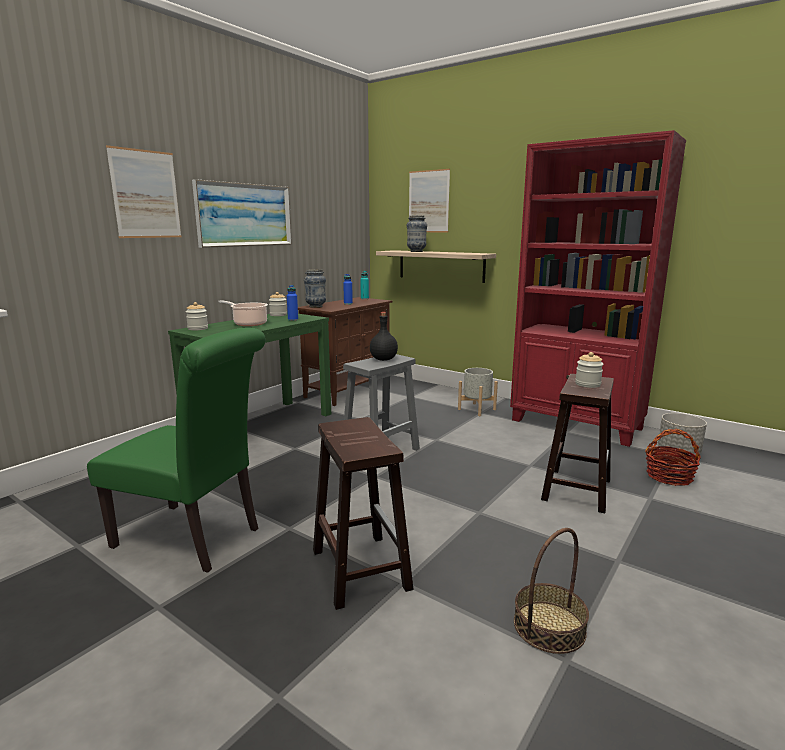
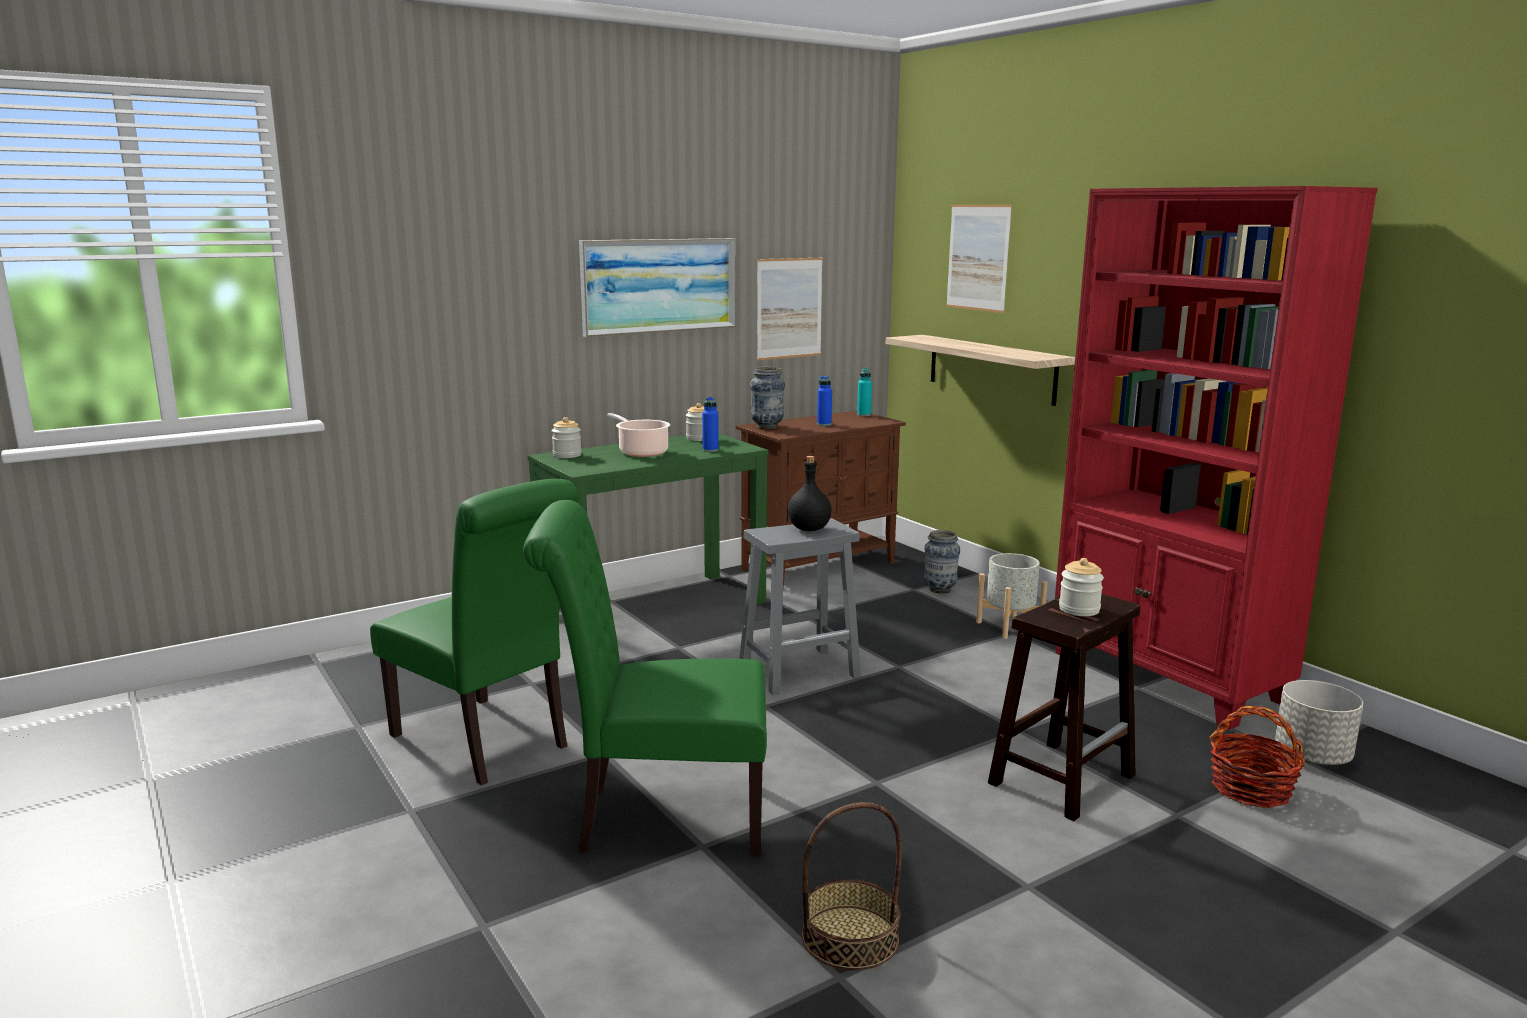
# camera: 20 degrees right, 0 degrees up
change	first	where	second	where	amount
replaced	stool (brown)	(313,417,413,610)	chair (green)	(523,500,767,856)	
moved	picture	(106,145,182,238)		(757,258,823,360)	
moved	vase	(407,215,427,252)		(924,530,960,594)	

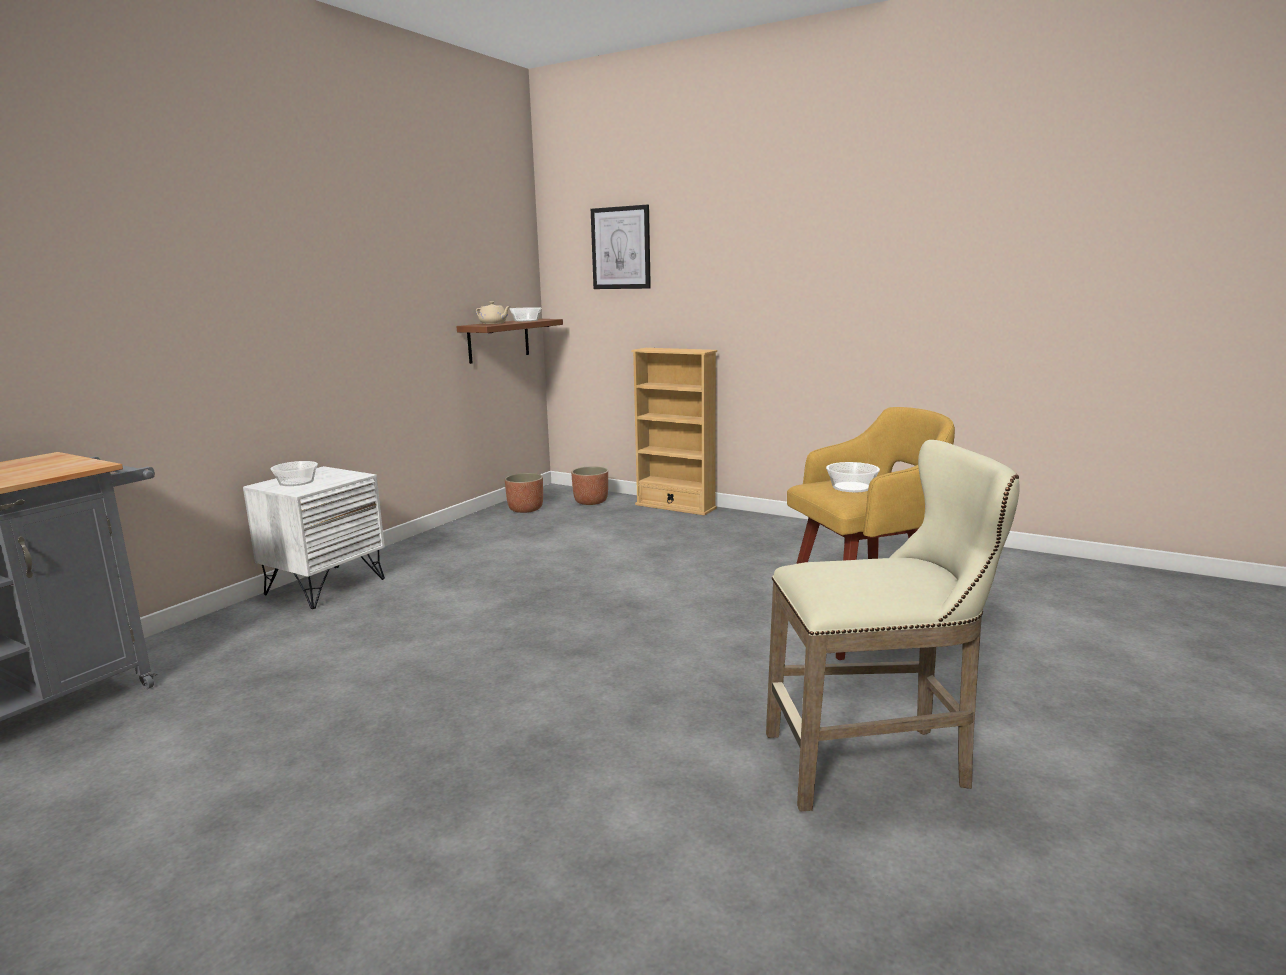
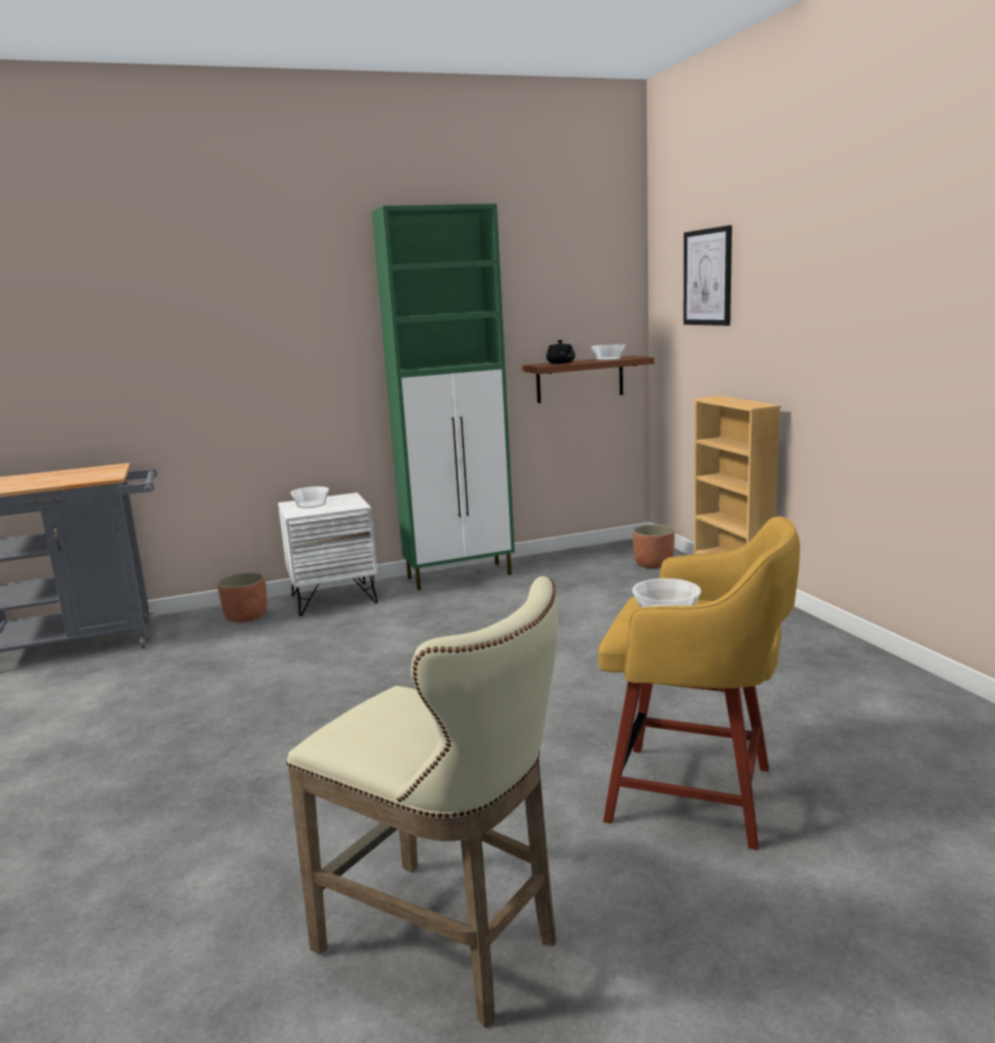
# camera: 40 degrees right, 0 degrees up
change	first	where	second	where	amount
moved	planter	(505,473,543,513)		(217,572,267,623)	
added			cabinet (green)	(372,204,515,590)	
recoloured	teapot (beige)	(476,301,511,324)	teapot (black)	(546,340,575,364)	

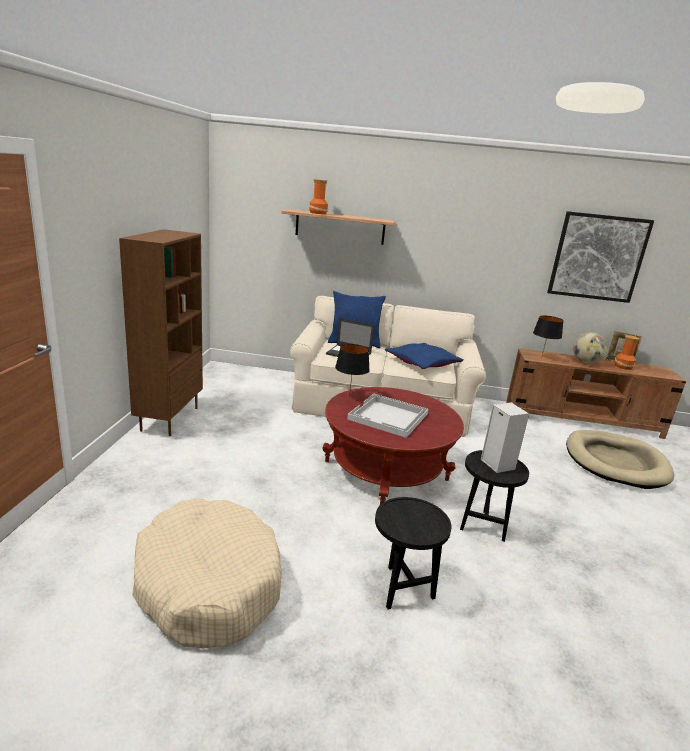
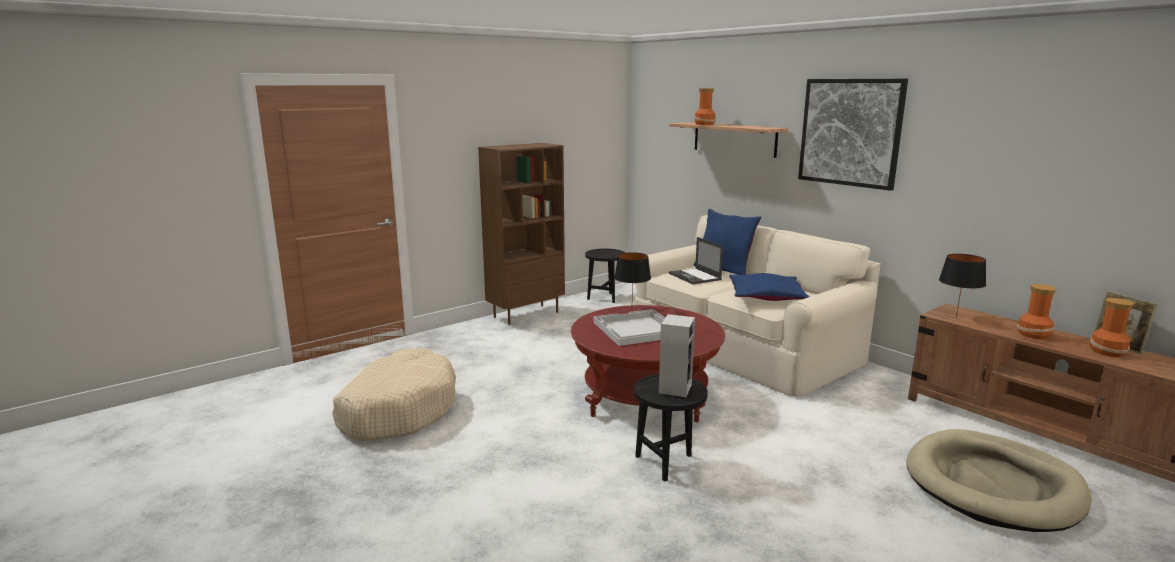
# camera: 45 degrees right, 5 degrees down
change	first	where	second	where	amount
moved	side table (black)	(375,497,452,609)		(585,249,625,303)	
moved	picture	(547,211,654,303)		(798,79,908,191)	
replaced	globe	(573,333,608,364)	vase	(1017,284,1056,339)	

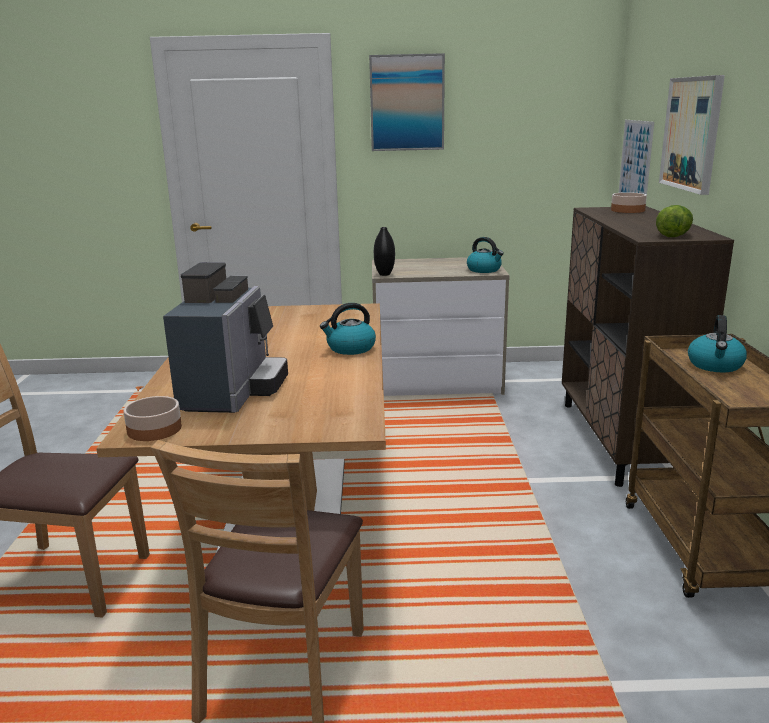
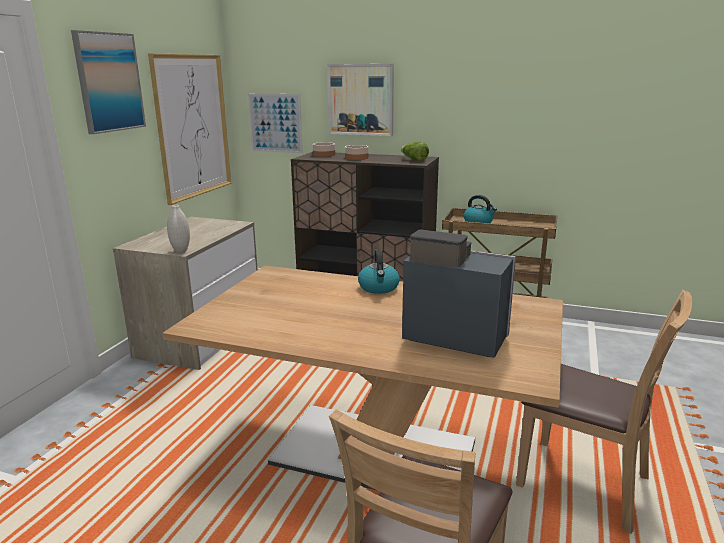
# camera: 70 degrees left, 0 degrees up
change	first	where	second	where	amount
added			picture	(148,53,231,205)	
recoloured	vase (black)	(374,227,395,276)	vase (white)	(167,205,190,253)	
moved	bowl	(123,396,182,441)		(345,145,369,160)	
removed	kettle	(467,237,504,273)			

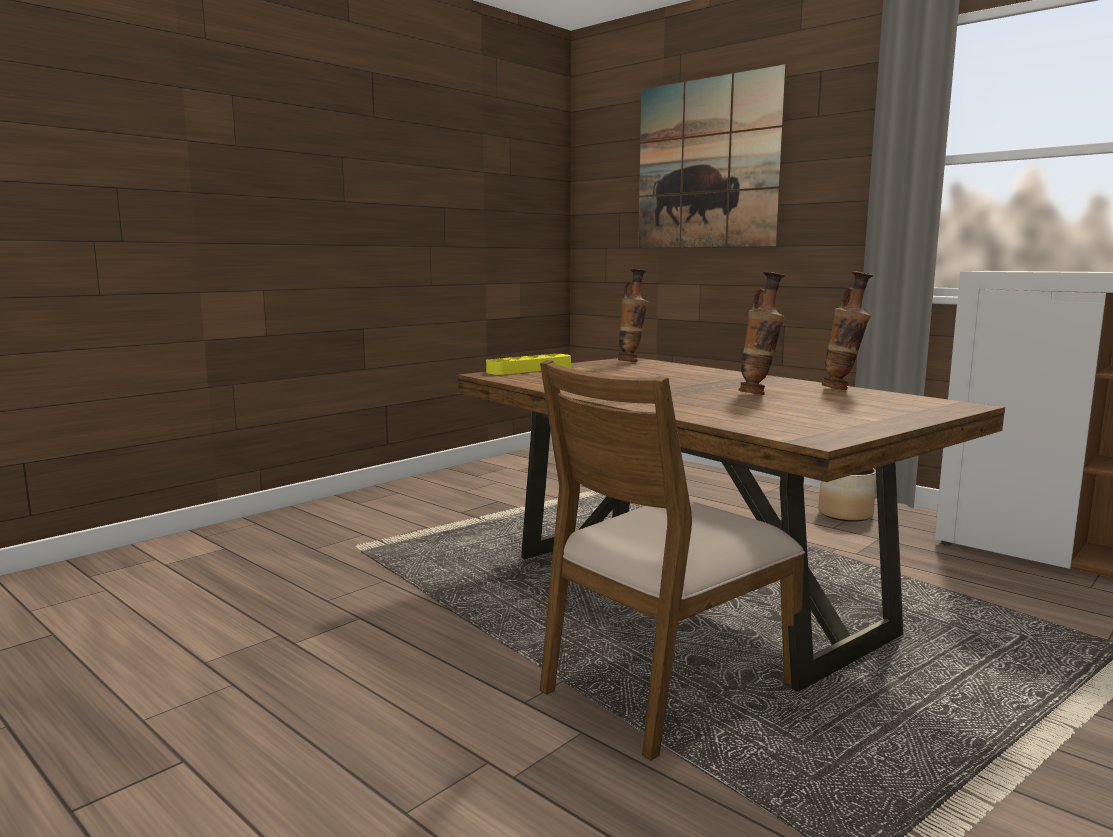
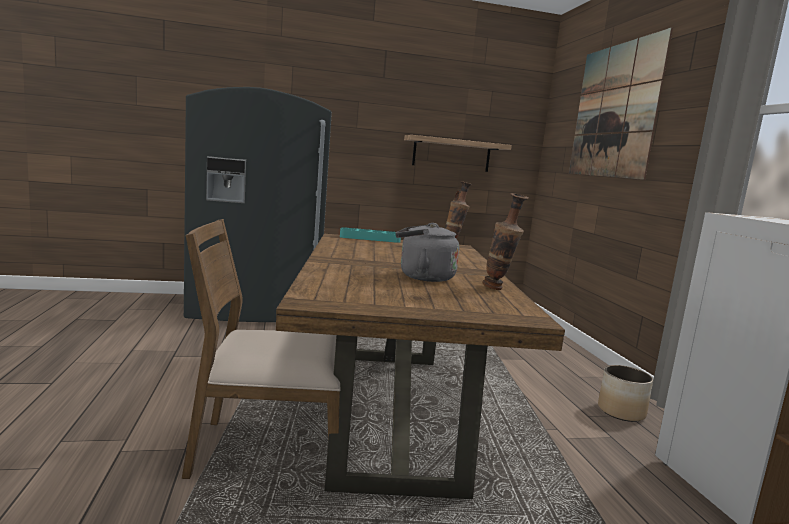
# camera: 35 degrees right, 0 degrees up
change	first	where	second	where	amount
added			fridge (grey)	(184,87,332,322)	
recoloured	tray (yellow)	(486,354,571,375)	tray (turquoise)	(340,227,401,243)	
replaced	vase	(739,272,785,395)	kettle (grey)	(396,223,459,282)	
added			shelf	(404,135,512,172)	

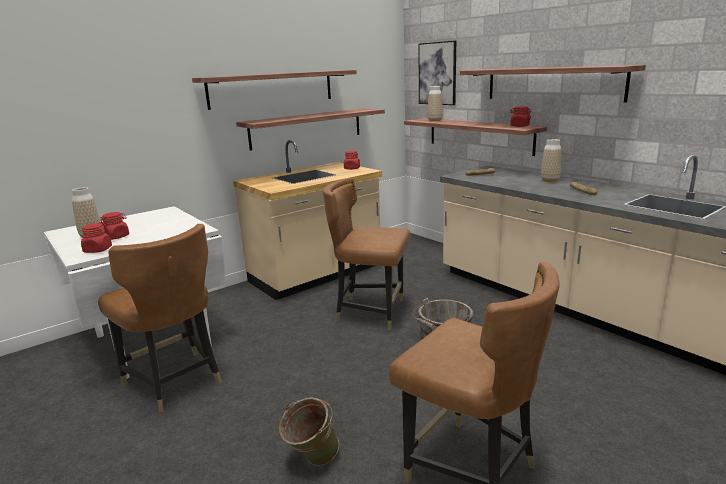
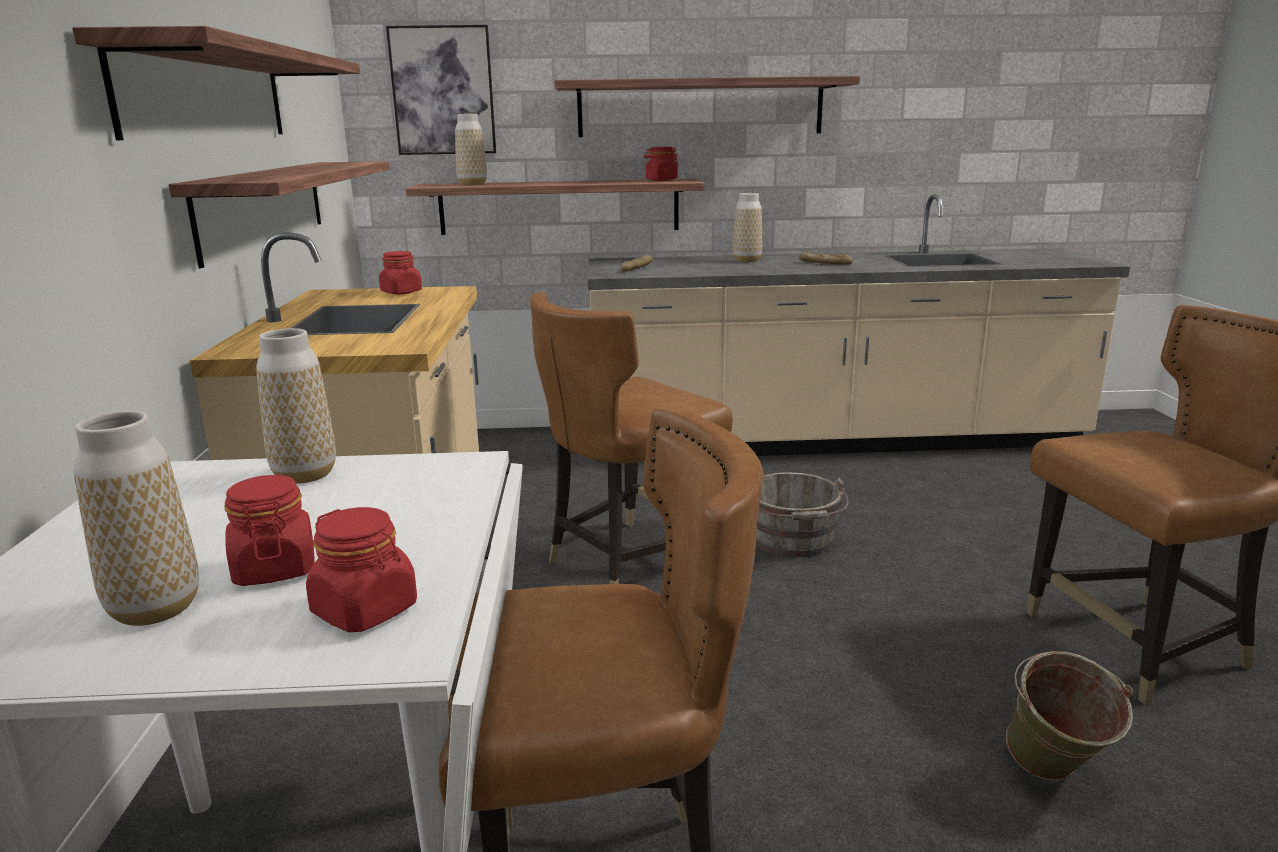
# camera: 55 degrees left, 0 degrees up
change	first	where	second	where	amount
added			vase	(256,328,336,484)	

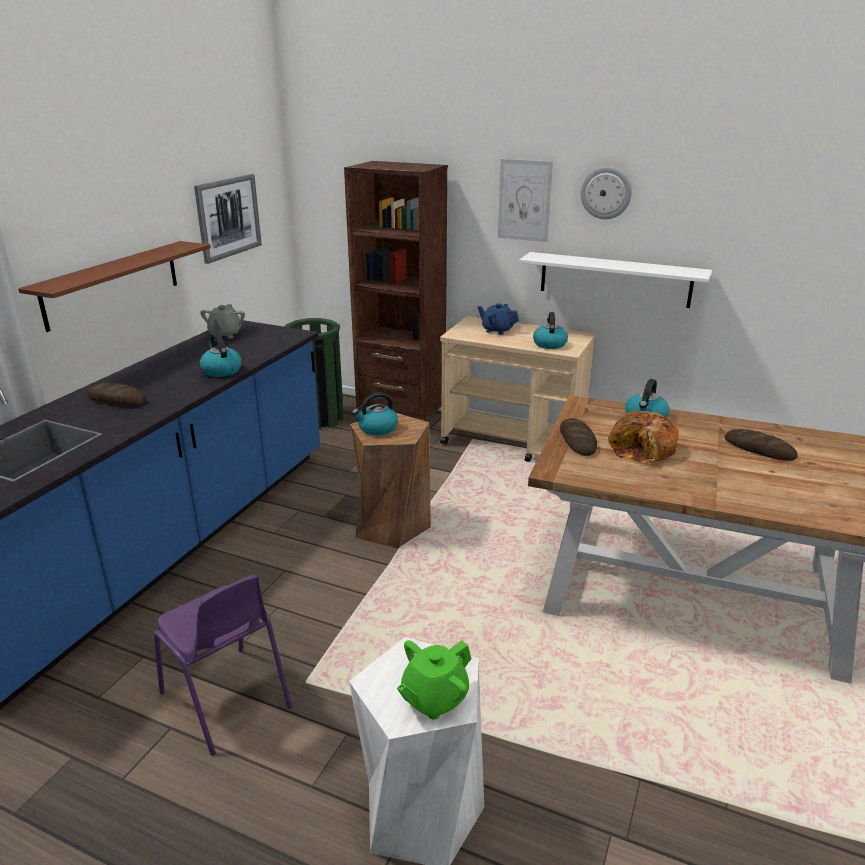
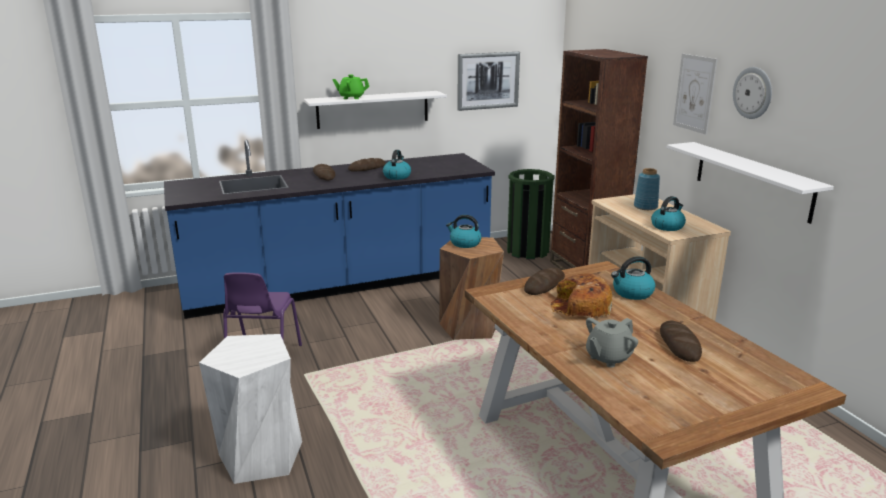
# camera: 45 degrees right, 5 degrees down
change	first	where	second	where	amount
recoloured	shelf (brown)	(18,241,211,332)	shelf (white)	(304,91,447,129)	
moved	teapot (green)	(397,640,472,720)		(332,74,369,99)	
added			bread	(348,158,386,172)	
moved	teapot (grey)	(200,304,245,338)		(586,318,638,368)	
replaced	teapot (blue)	(477,303,519,335)	vase (blue)	(634,168,660,210)	

